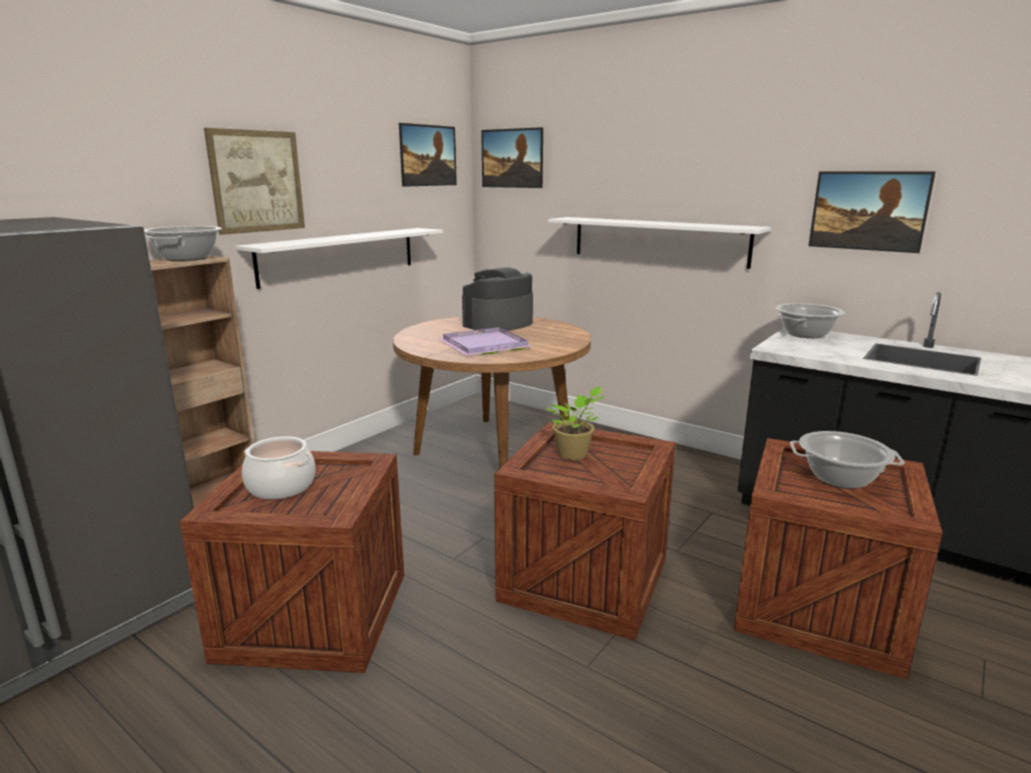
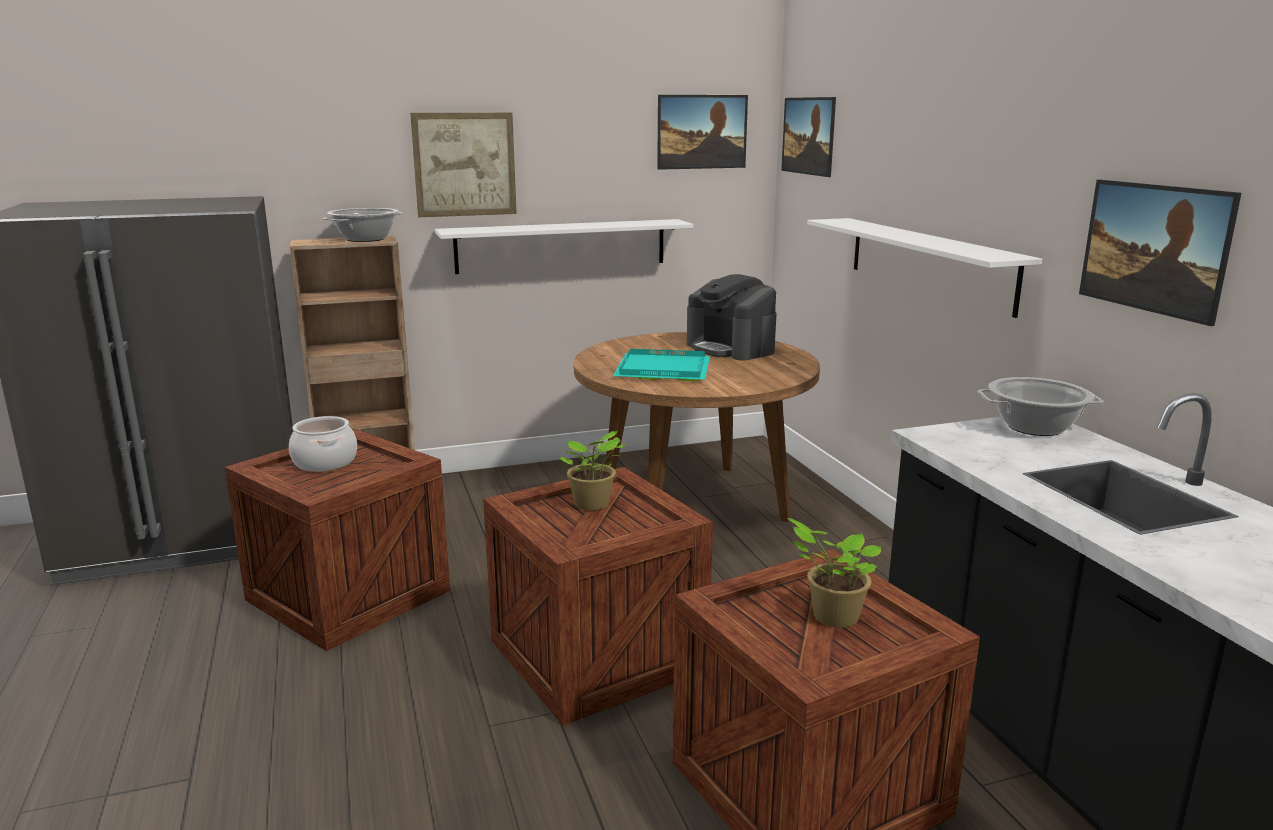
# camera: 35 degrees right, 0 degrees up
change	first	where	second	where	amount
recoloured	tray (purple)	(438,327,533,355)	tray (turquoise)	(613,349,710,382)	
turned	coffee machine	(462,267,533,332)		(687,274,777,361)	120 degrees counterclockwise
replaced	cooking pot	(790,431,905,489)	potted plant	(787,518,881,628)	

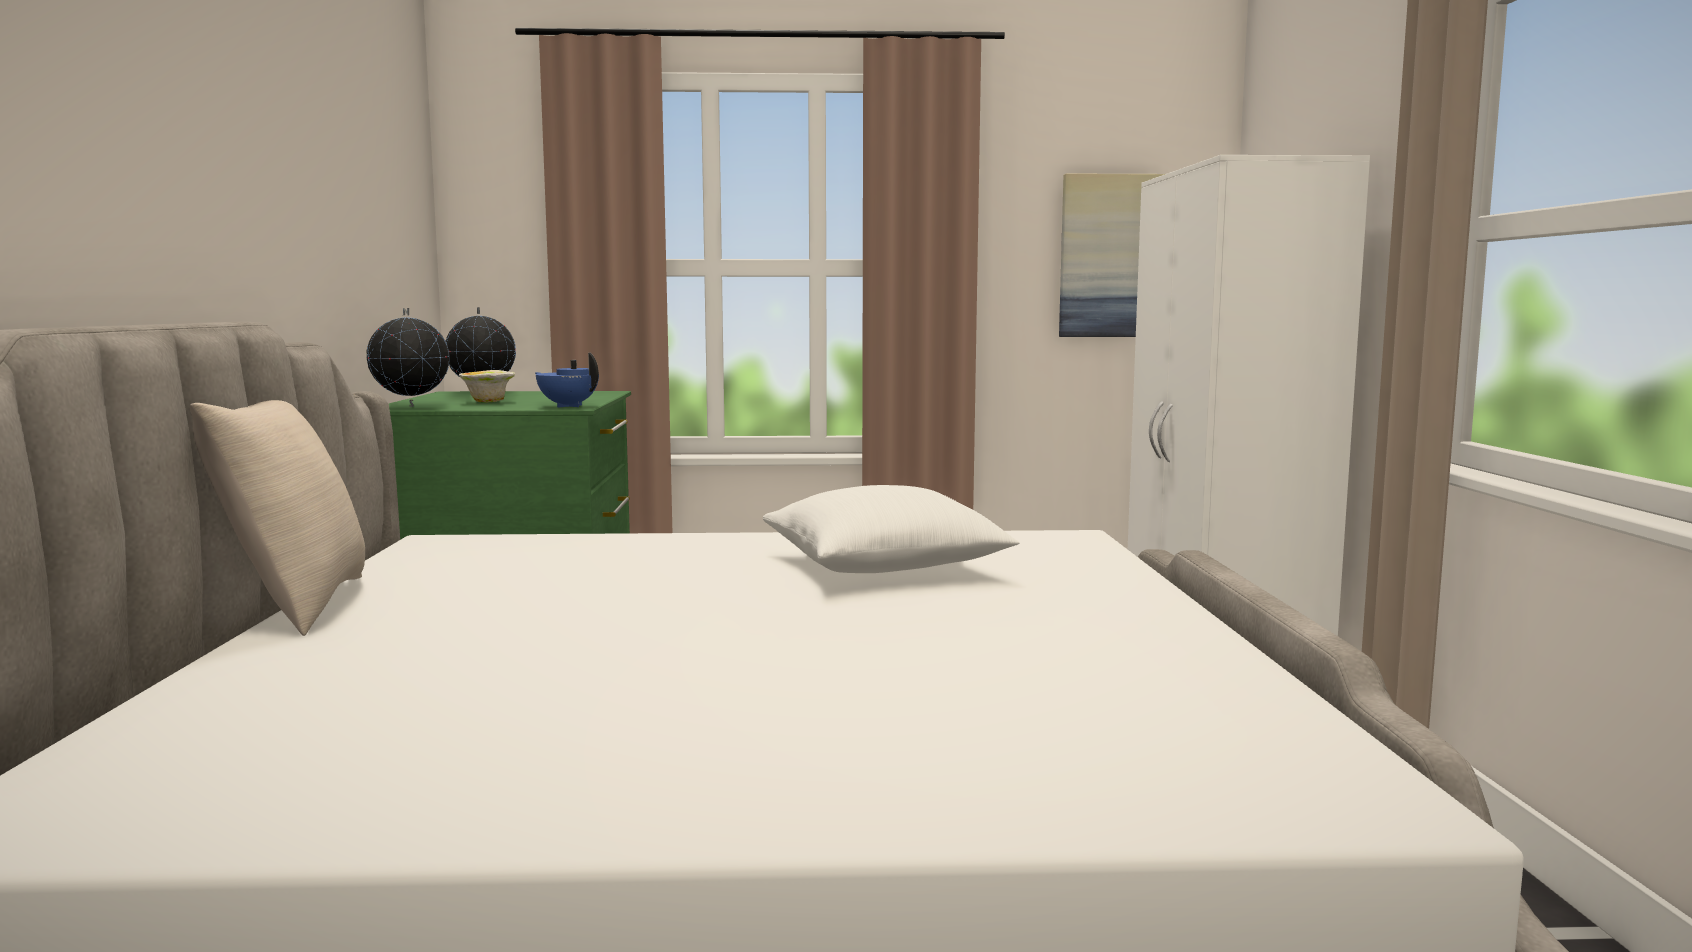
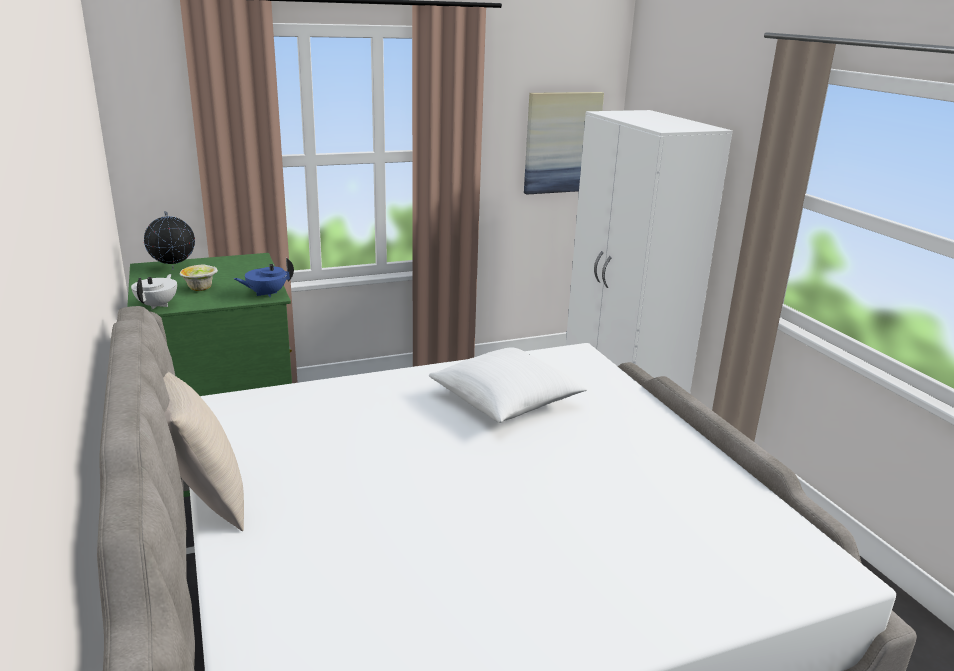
# camera: 20 degrees left, 15 degrees up
change	first	where	second	where	amount
replaced	globe	(366,308,450,407)	teapot (white)	(131,274,177,309)	
turned	teapot (blue)	(535,353,599,408)		(233,258,294,297)	45 degrees counterclockwise

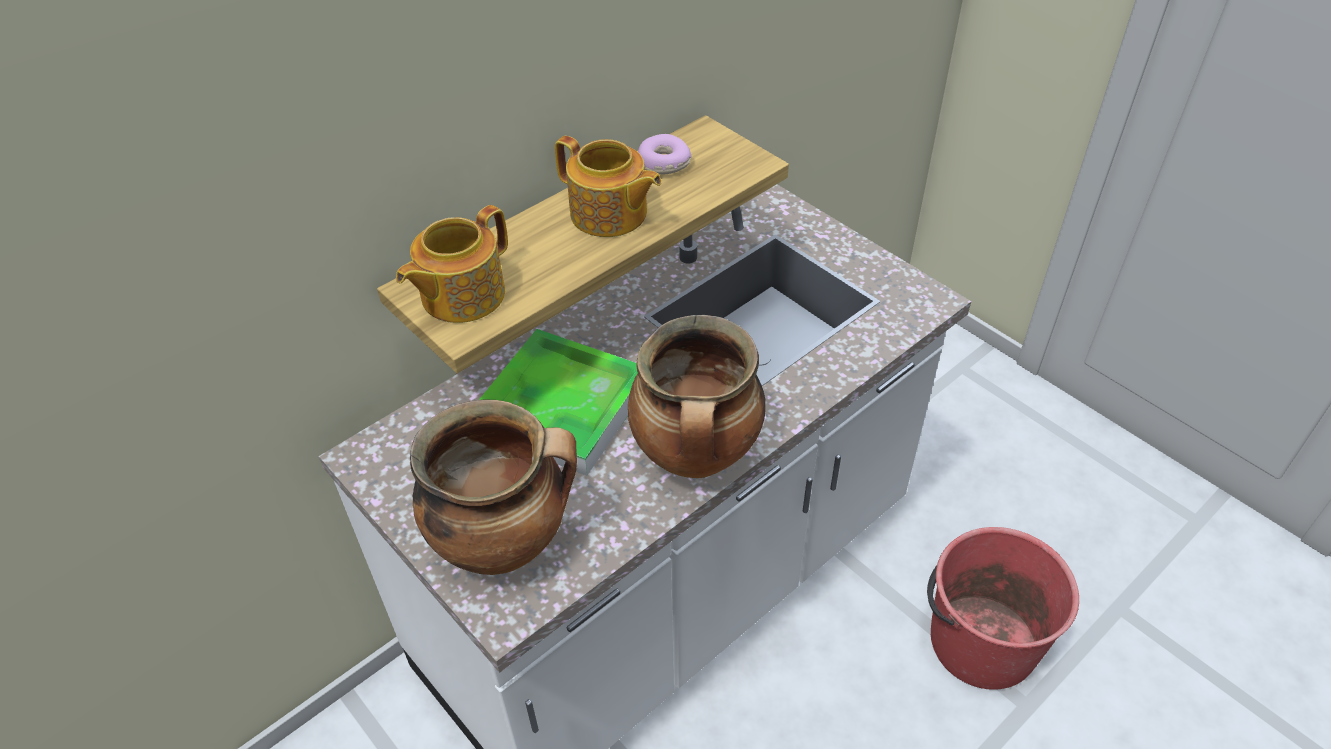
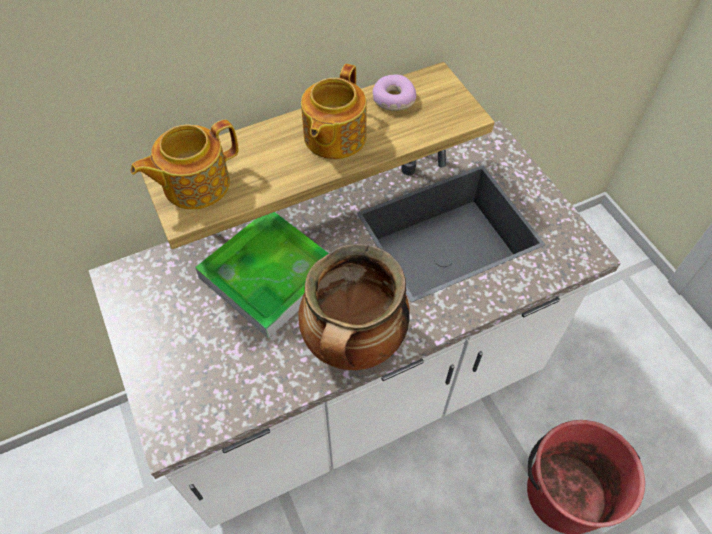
# camera: 15 degrees right, 10 degrees up
change	first	where	second	where	amount
turned	teapot	(555,136,662,237)		(301,64,366,159)	60 degrees clockwise
removed	cooking pot	(410,400,577,575)			

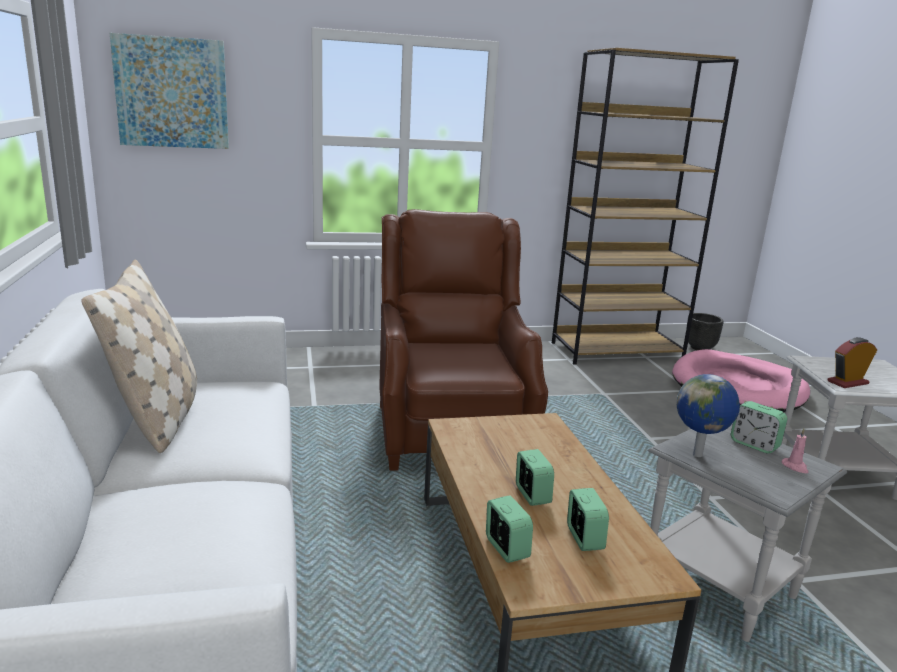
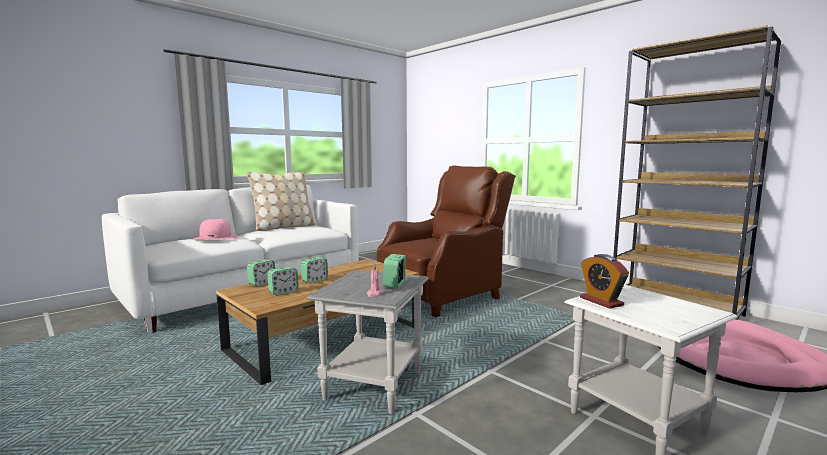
# camera: 60 degrees right, 10 degrees down
change	first	where	second	where	amount
added			hat (pink)	(193,219,238,240)	
turned	alarm clock	(828,337,877,388)		(580,254,629,309)	150 degrees counterclockwise
removed	picture	(110,33,229,149)			
removed	globe	(677,374,740,457)			
removed	planter (black)	(686,313,724,350)			

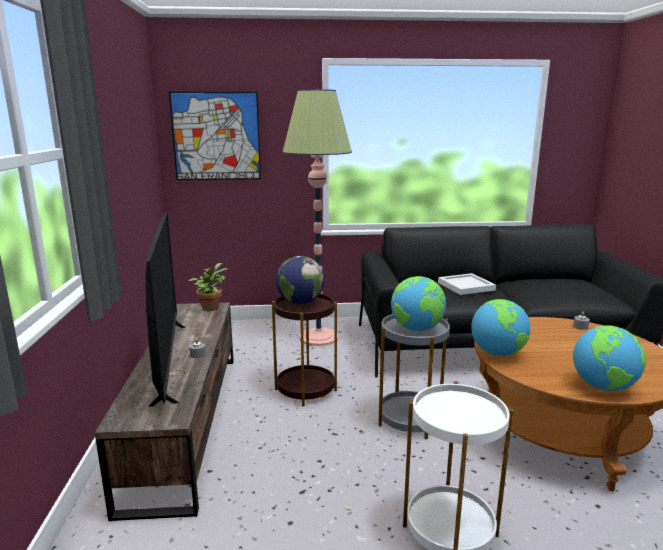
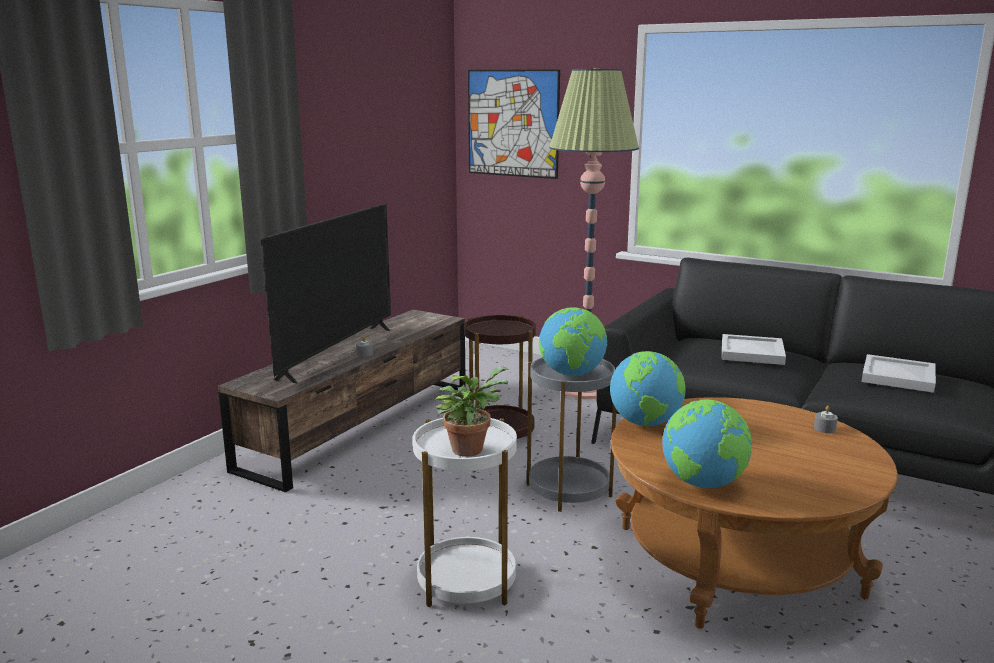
# camera: 35 degrees right, 0 degrees up
change	first	where	second	where	amount
moved	potted plant	(189,263,228,311)		(436,367,509,457)	
added			tray (white)	(861,354,936,393)	
removed	globe	(276,256,324,305)			

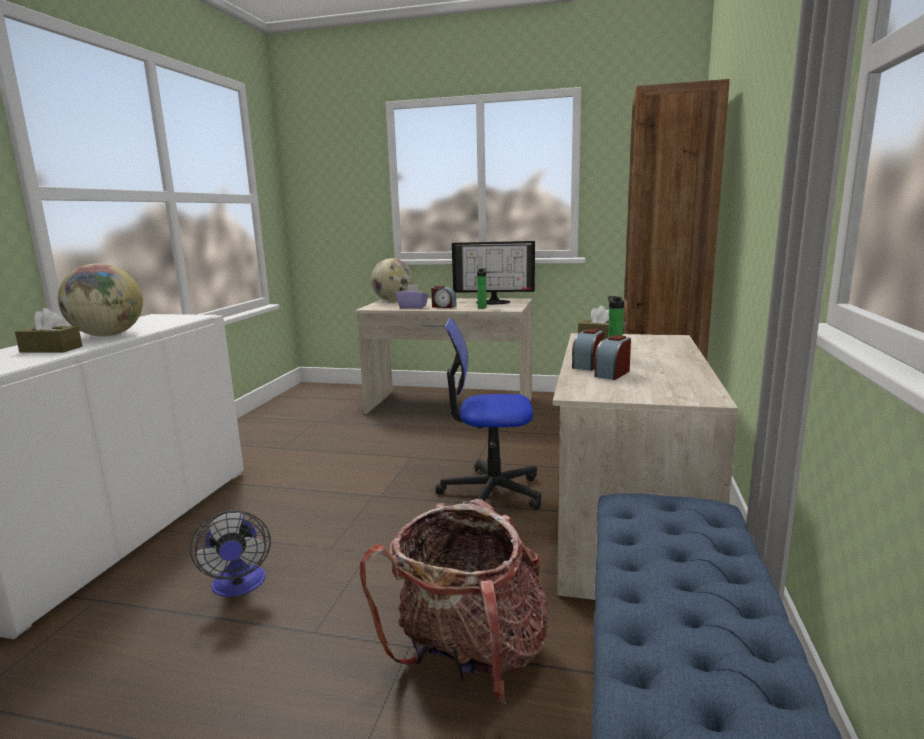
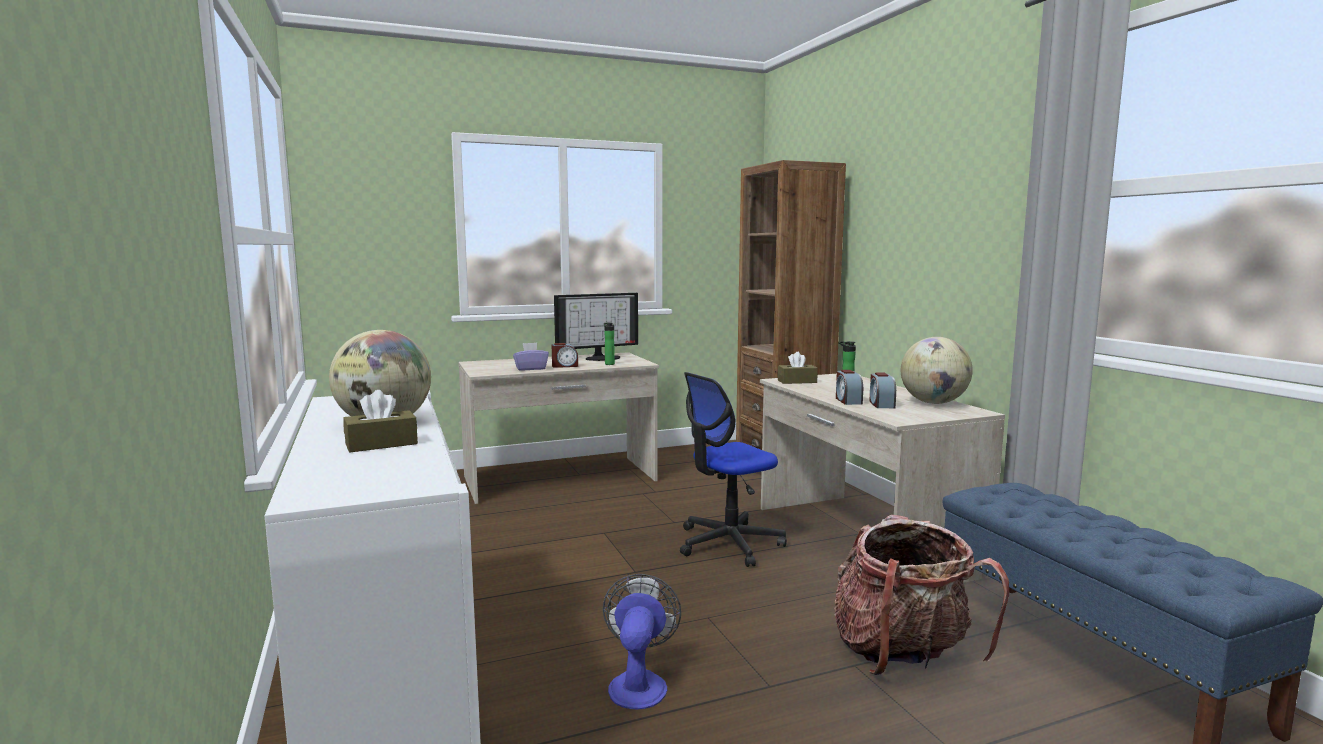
# camera: 35 degrees left, 5 degrees down
change	first	where	second	where	amount
turned	fan	(190,510,271,597)		(603,574,681,710)	120 degrees counterclockwise
moved	globe	(371,258,413,301)		(901,337,973,404)	

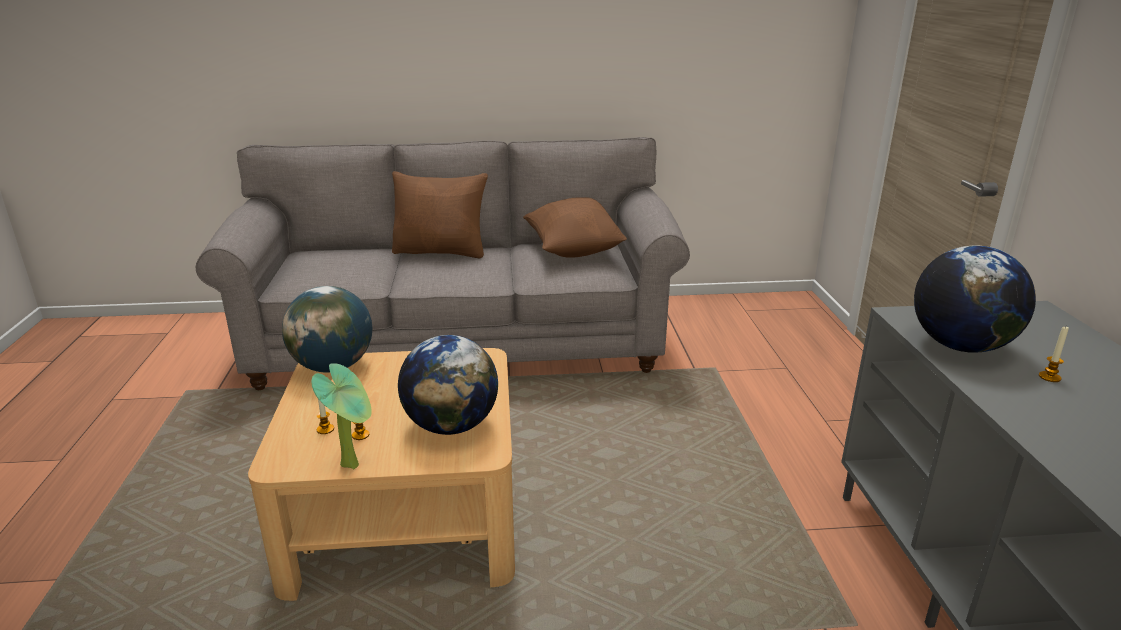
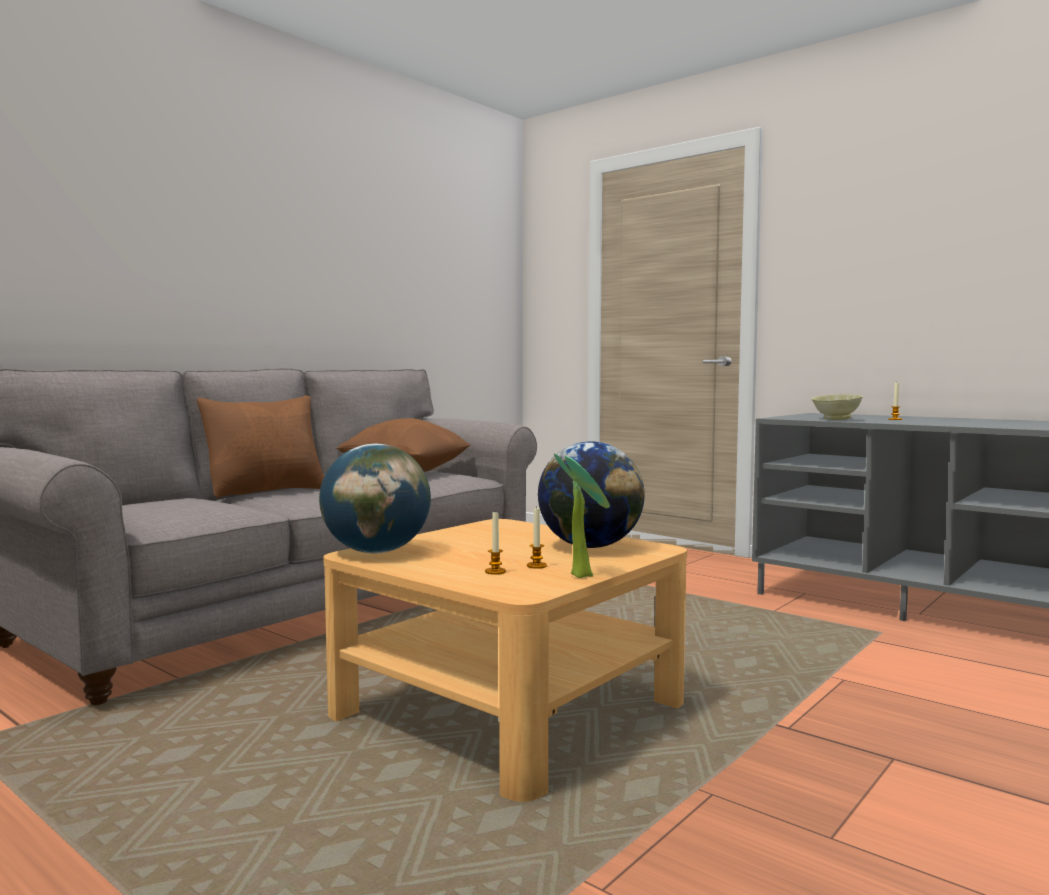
# camera: 45 degrees left, 20 degrees down
change	first	where	second	where	amount
replaced	globe	(914,246,1036,353)	bowl (beige)	(812,394,863,420)	

